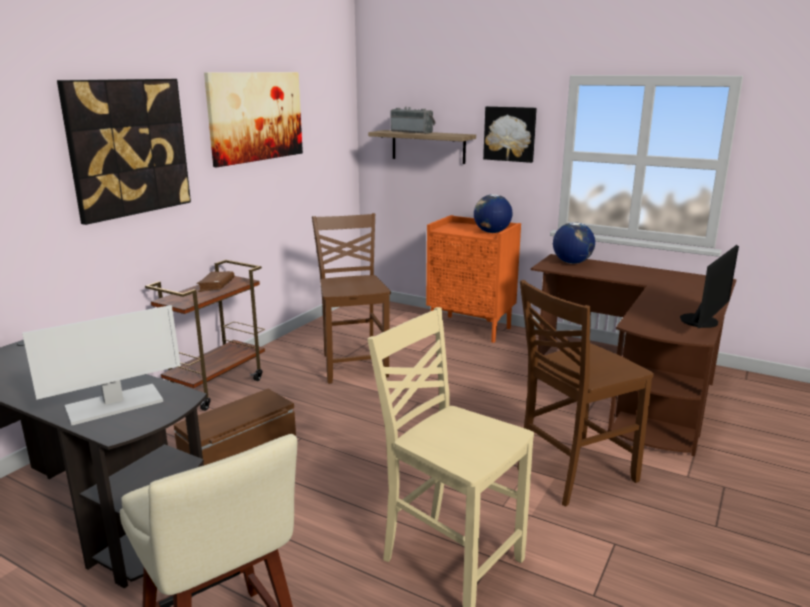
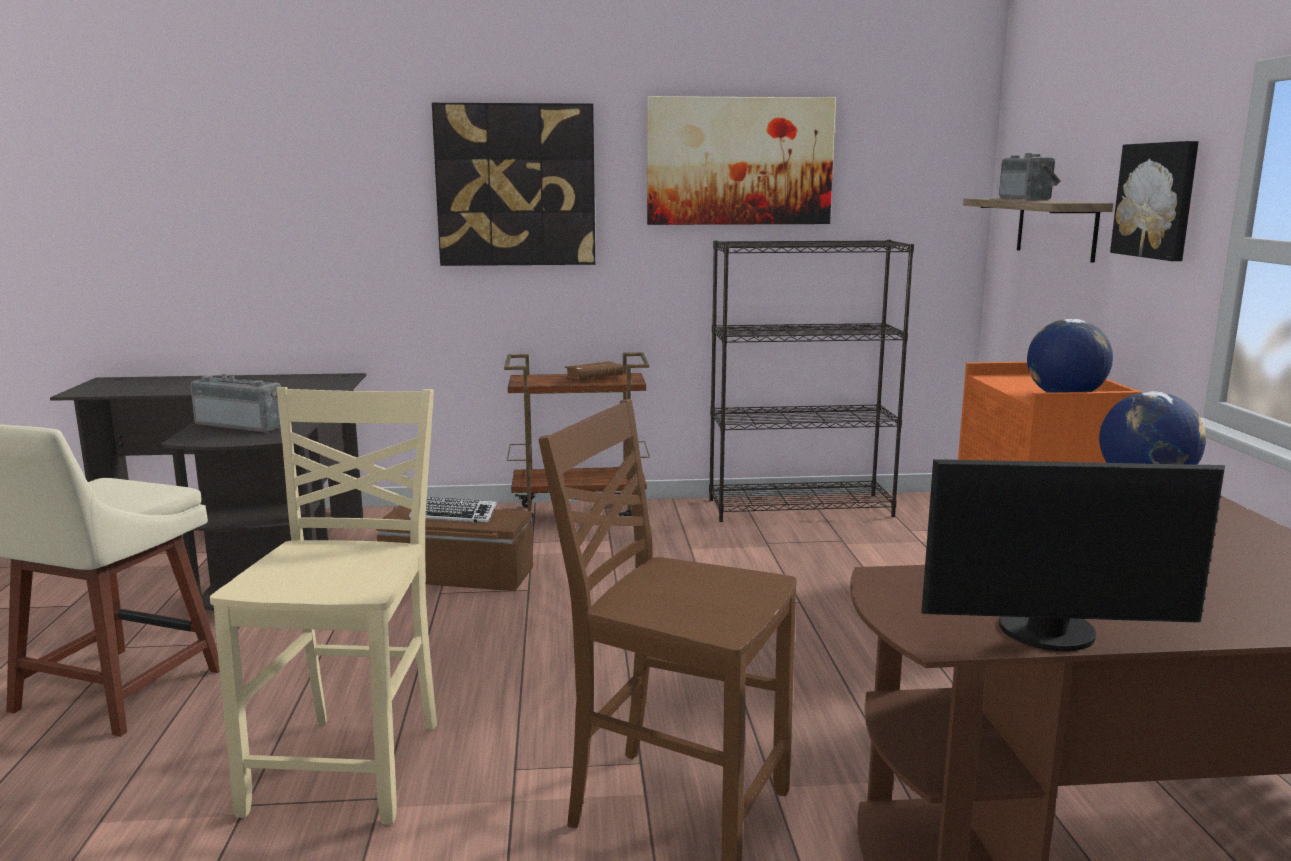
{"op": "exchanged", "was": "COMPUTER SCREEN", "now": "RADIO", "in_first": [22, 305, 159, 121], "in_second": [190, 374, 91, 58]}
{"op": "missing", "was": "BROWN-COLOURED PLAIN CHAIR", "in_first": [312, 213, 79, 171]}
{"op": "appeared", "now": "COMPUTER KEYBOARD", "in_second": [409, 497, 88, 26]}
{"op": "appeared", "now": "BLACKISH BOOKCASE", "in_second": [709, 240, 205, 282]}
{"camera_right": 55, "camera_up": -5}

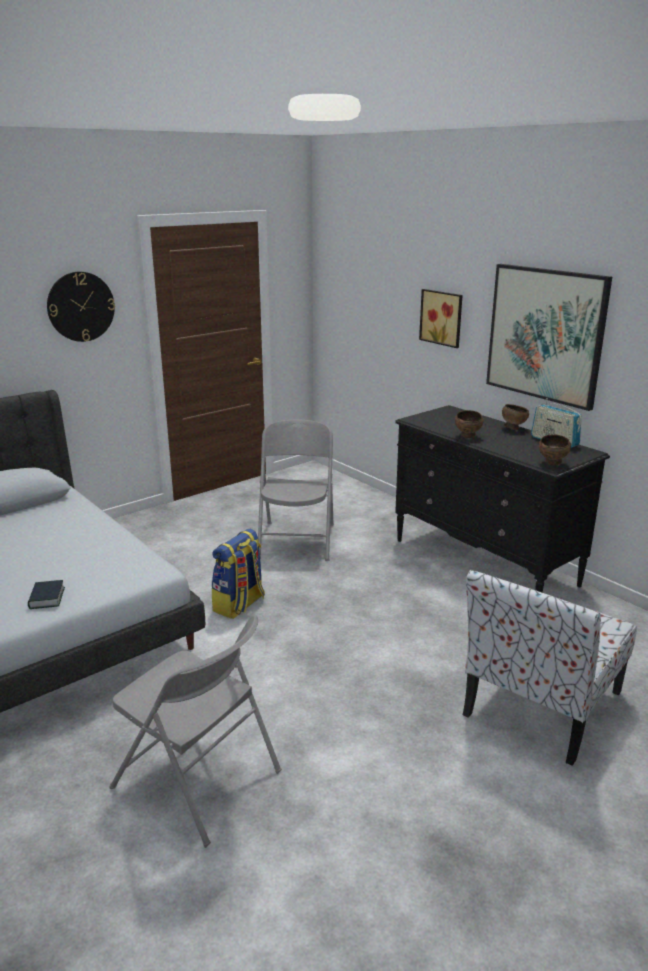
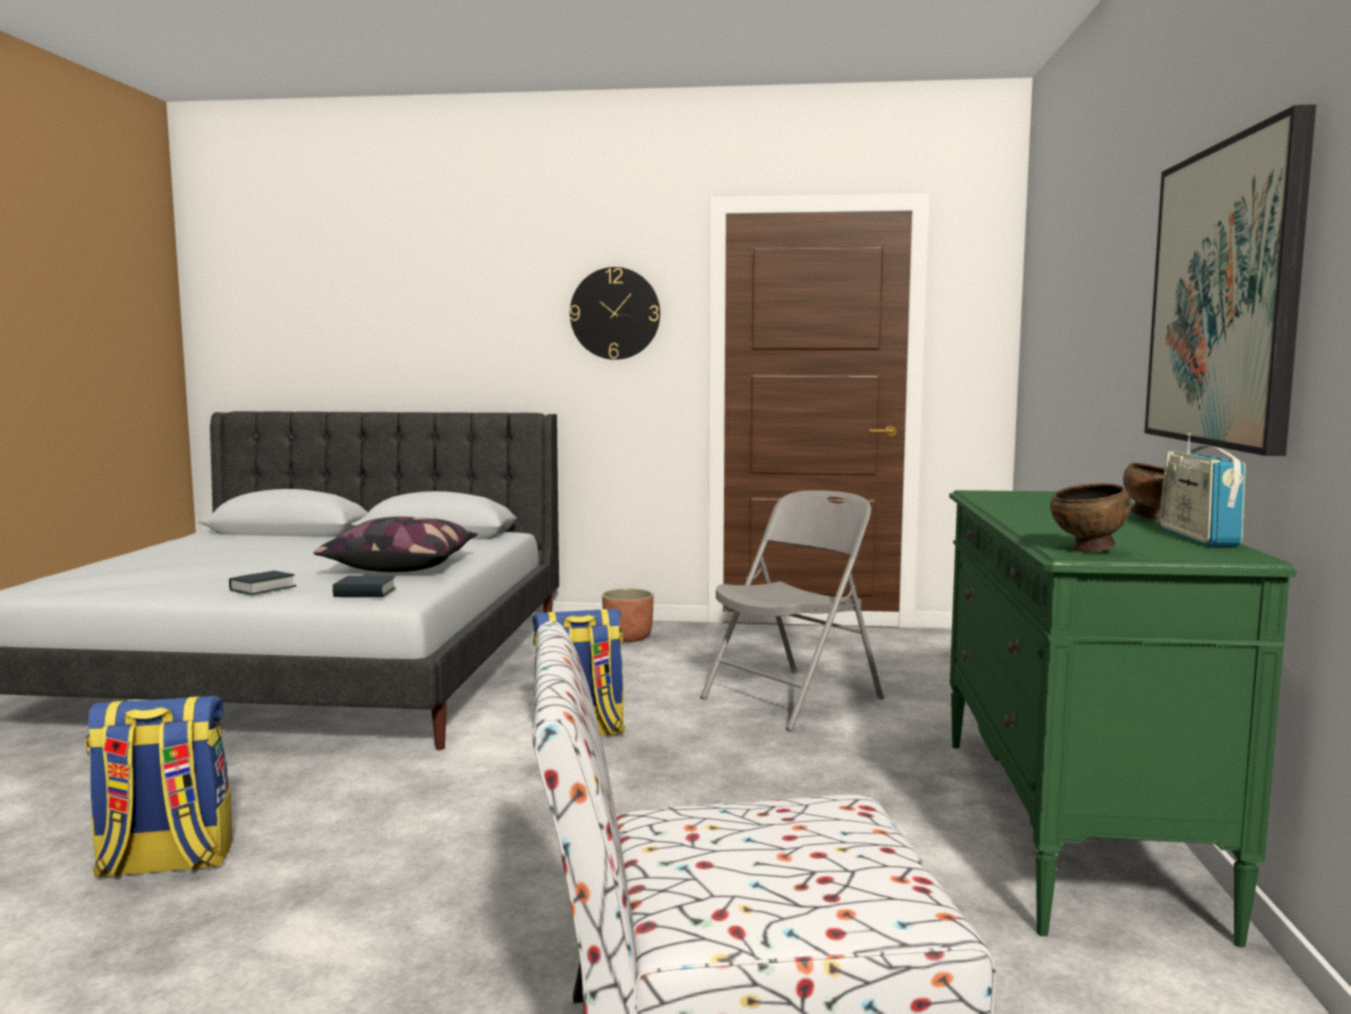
{"op": "exchanged", "was": "GREYISH PLAIN CHAIR", "now": "RUCKSACK", "in_first": [109, 615, 173, 233], "in_second": [85, 696, 147, 182]}
{"op": "colour", "was": "BLACKISH DRAWER CHEST", "now": "GREEN-COLOURED DRAWER CHEST", "in_first": [395, 405, 215, 187], "in_second": [949, 490, 348, 457]}
{"op": "missing", "was": "WALL ART", "in_first": [419, 289, 44, 59]}
{"op": "missing", "was": "BROWN-COLOURED BOWL", "in_first": [455, 410, 29, 28]}
{"op": "appeared", "now": "PILLOW", "in_second": [313, 516, 165, 56]}
{"op": "appeared", "now": "BOUND BOOK", "in_second": [332, 576, 64, 21]}
{"op": "appeared", "now": "PLANT POT", "in_second": [602, 588, 52, 54]}
{"camera_right": 45, "camera_up": -15}

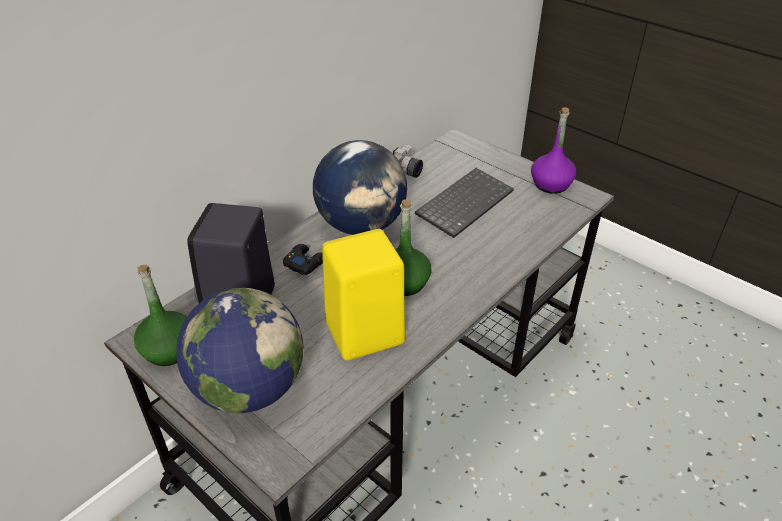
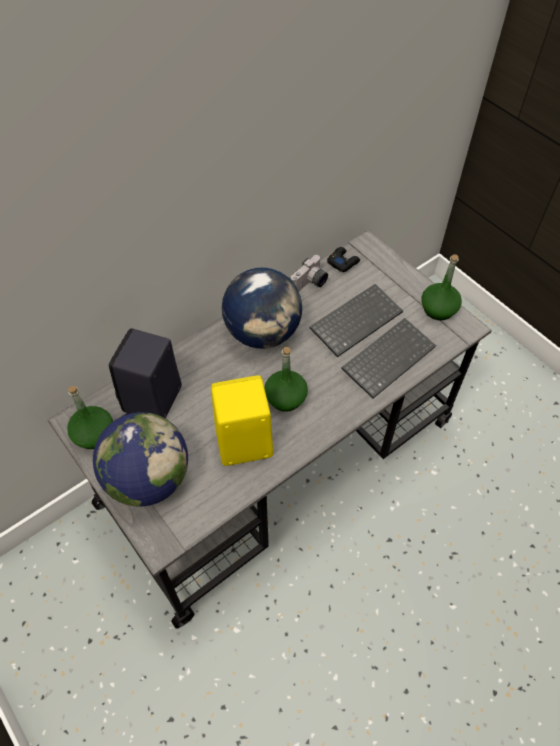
{"op": "relocated", "was": "BLACKISH GAME CONTROLLER", "in_first": [283, 244, 40, 31], "in_second": [327, 247, 33, 25]}
{"op": "colour", "was": "PURPLISH DRINK BOTTLE", "now": "GREEN-COLOURED DRINK BOTTLE", "in_first": [531, 107, 45, 87], "in_second": [421, 254, 41, 67]}
{"op": "appeared", "now": "COMPUTER KEYBOARD", "in_second": [341, 318, 95, 80]}
{"camera_right": 10, "camera_up": 15}

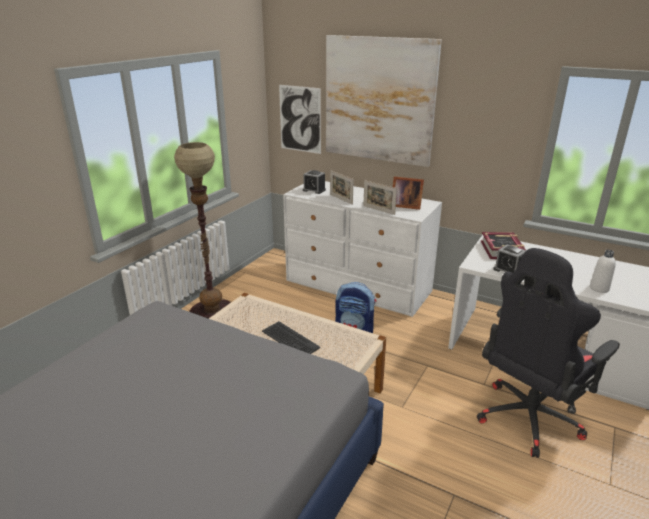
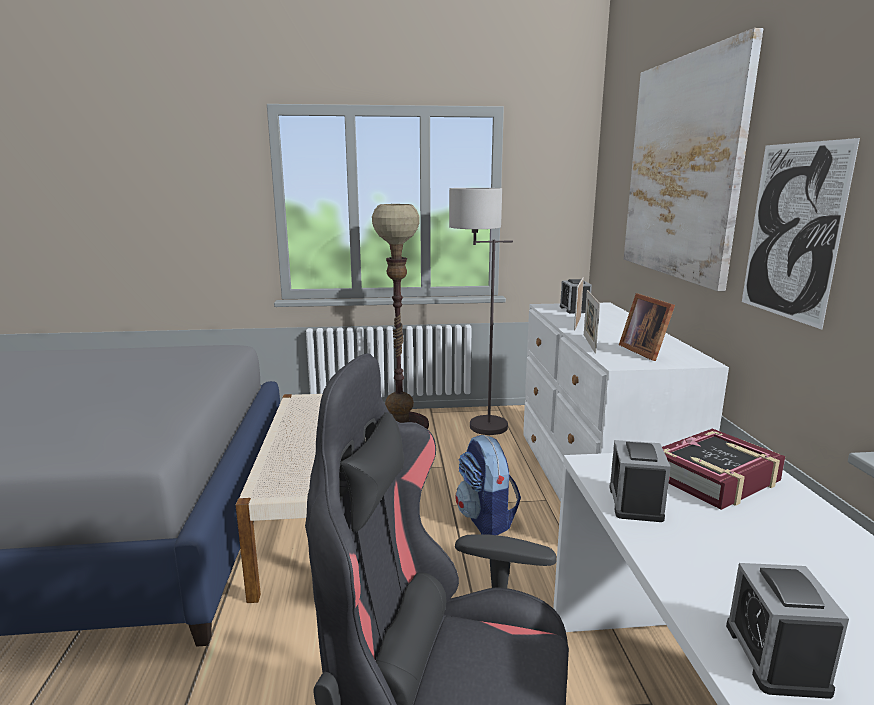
{"op": "missing", "was": "COMPUTER KEYBOARD", "in_first": [262, 321, 58, 33]}
{"op": "relocated", "was": "WALL ART", "in_first": [279, 85, 42, 69], "in_second": [742, 138, 118, 192]}
{"op": "exchanged", "was": "WHITE-COLOURED DRINK BOTTLE", "now": "TABLE CLOCK", "in_first": [590, 250, 26, 43], "in_second": [726, 563, 123, 136]}
{"op": "appeared", "now": "GREYISH STANDARD LAMP", "in_second": [449, 188, 64, 247]}
{"camera_right": 55, "camera_up": -10}

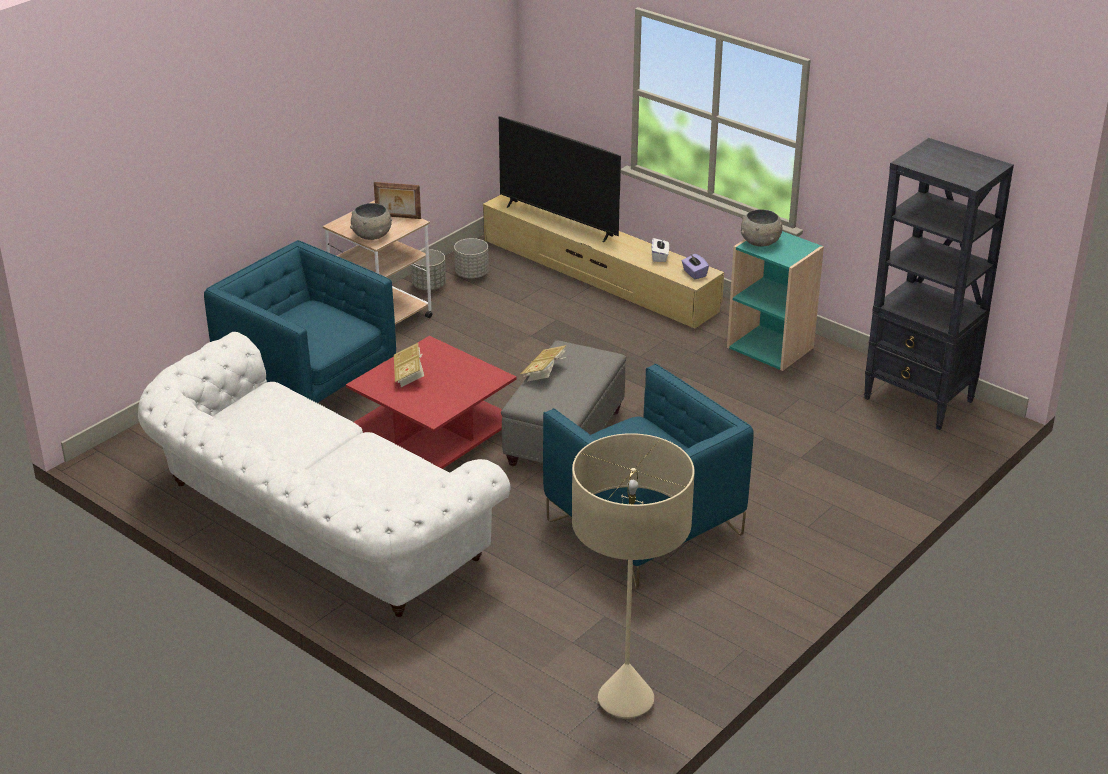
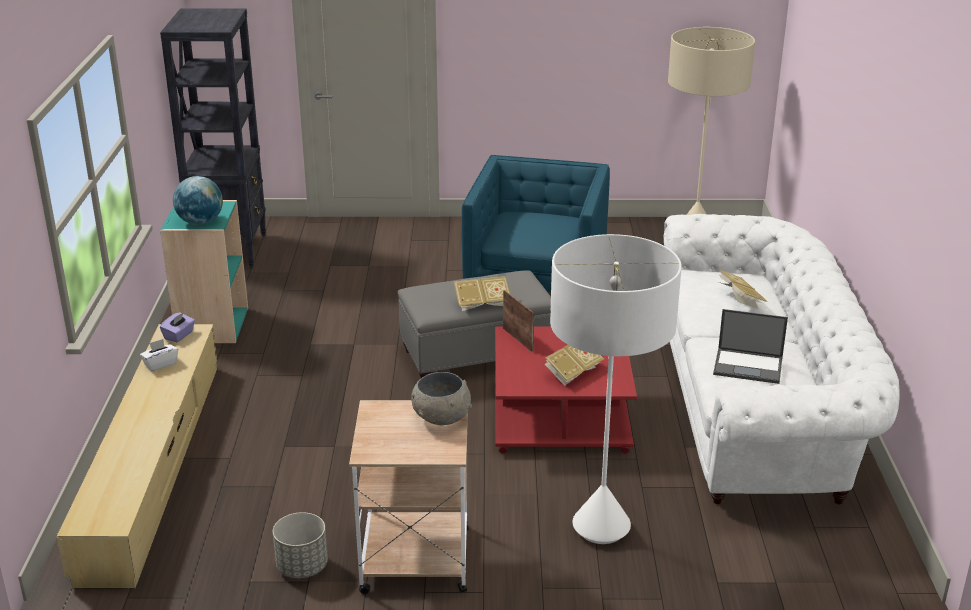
{"op": "exchanged", "was": "BLUE-COLOURED LOUNGE CHAIR", "now": "WHITE-COLOURED STANDARD LAMP", "in_first": [204, 240, 192, 163], "in_second": [550, 234, 132, 310]}
{"op": "relocated", "was": "PICTURE FRAME", "in_first": [374, 182, 47, 37], "in_second": [503, 290, 31, 62]}
{"op": "missing", "was": "GREYISH PLANT POT", "in_first": [454, 238, 35, 40]}
{"op": "missing", "was": "TV", "in_first": [499, 116, 122, 126]}
{"op": "exchanged", "was": "GREYISH BOWL", "now": "DESK GLOBE", "in_first": [741, 209, 41, 38], "in_second": [173, 176, 50, 49]}
{"op": "appeared", "now": "PORTABLE COMPUTER", "in_second": [713, 309, 75, 75]}
{"op": "appeared", "now": "BOUND BOOK", "in_second": [719, 270, 49, 39]}
{"camera_right": -130, "camera_up": -5}

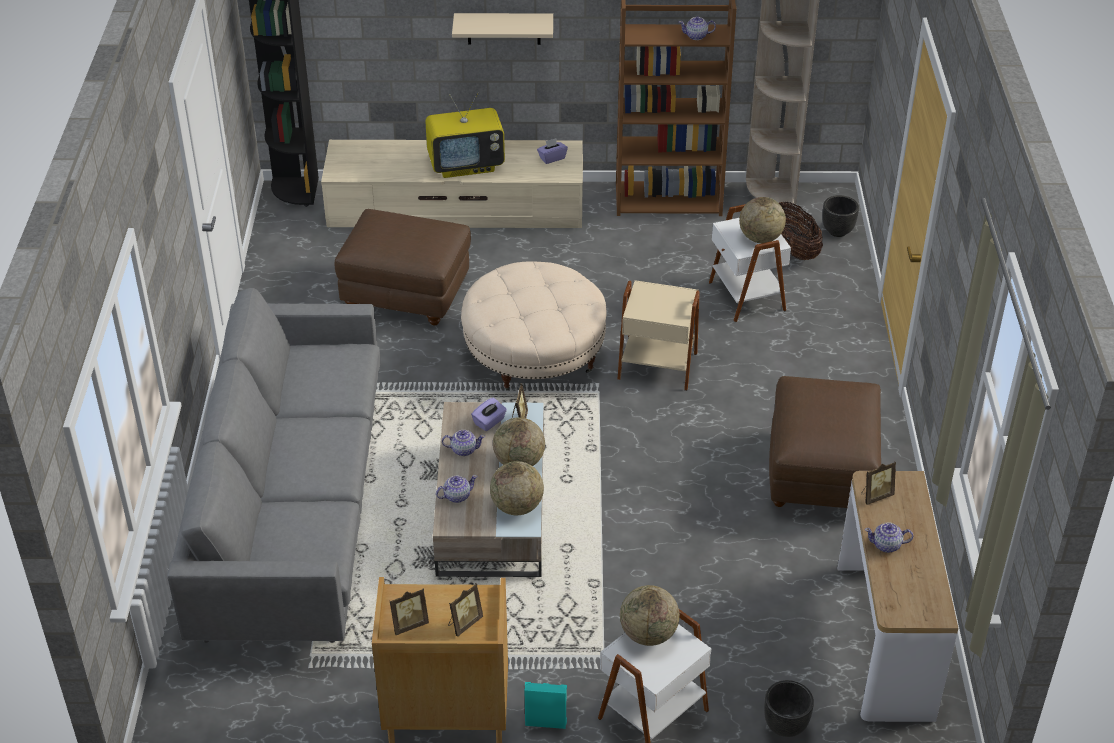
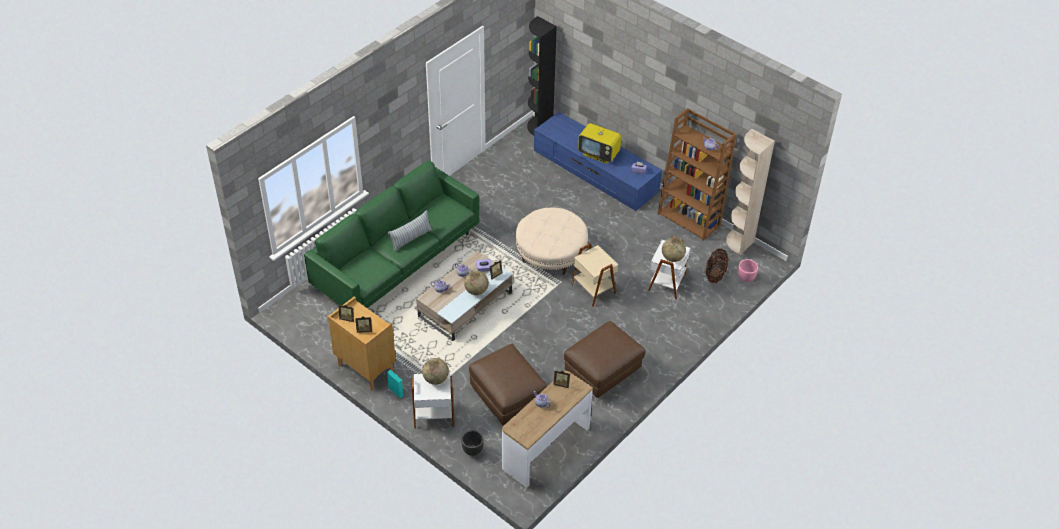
{"op": "colour", "was": "GREYISH SOFA", "now": "GREEN-COLOURED SOFA", "in_first": [167, 288, 214, 355], "in_second": [304, 161, 175, 147]}
{"op": "colour", "was": "BEIGE-COLOURED MEDIA CONSOLE", "now": "BLUE-COLOURED MEDIA CONSOLE", "in_first": [321, 140, 262, 88], "in_second": [534, 112, 128, 99]}
{"op": "relocated", "was": "BROWN-COLOURED FOOTREST", "in_first": [335, 209, 136, 116], "in_second": [469, 344, 78, 81]}
{"op": "missing", "was": "BEIGE-COLOURED WALL SHELF", "in_first": [452, 13, 101, 32]}
{"op": "missing", "was": "DESK GLOBE", "in_first": [490, 461, 54, 54]}
{"op": "colour", "was": "BLACKISH PLANT POT", "now": "PINK-COLOURED PLANT POT", "in_first": [822, 195, 37, 42], "in_second": [738, 259, 20, 23]}
{"op": "appeared", "now": "PILLOW", "in_second": [388, 210, 44, 42]}
{"camera_right": 40, "camera_up": 5}

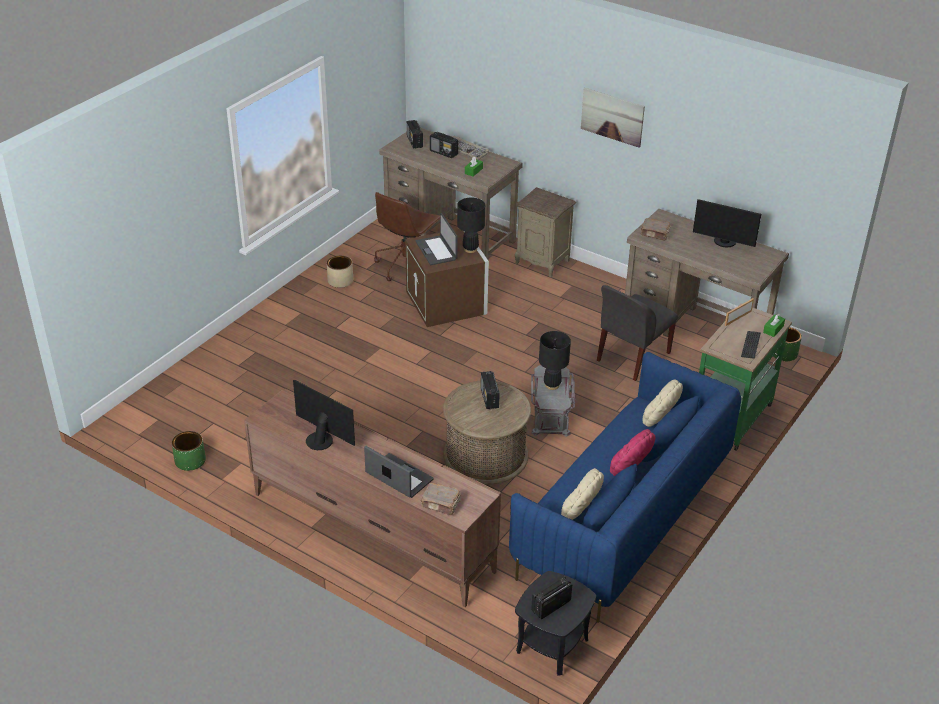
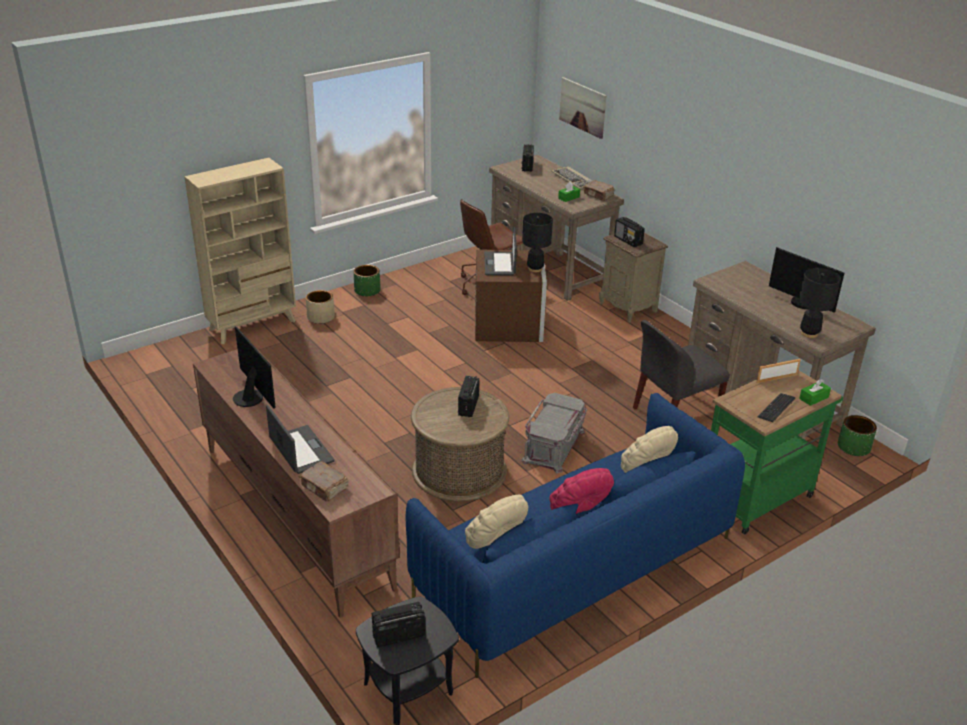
{"op": "relocated", "was": "GREEN-COLOURED PLANT POT", "in_first": [172, 431, 34, 40], "in_second": [354, 265, 27, 32]}
{"op": "relocated", "was": "BEIGE-COLOURED PLANT POT", "in_first": [327, 256, 26, 32], "in_second": [306, 290, 29, 34]}
{"op": "relocated", "was": "RADIO", "in_first": [430, 132, 28, 26], "in_second": [614, 217, 31, 30]}
{"op": "relocated", "was": "BLACKISH TABLE LAMP", "in_first": [539, 331, 32, 59], "in_second": [799, 268, 42, 70]}
{"op": "relocated", "was": "WALL ART", "in_first": [581, 88, 64, 60], "in_second": [559, 77, 47, 62]}
{"op": "relocated", "was": "BROWN-COLOURED BOUND BOOK", "in_first": [641, 218, 30, 23], "in_second": [583, 180, 32, 21]}
{"op": "appeared", "now": "BEIGE-COLOURED BOOKCASE", "in_second": [184, 157, 112, 187]}
{"camera_right": 20, "camera_up": -5}

